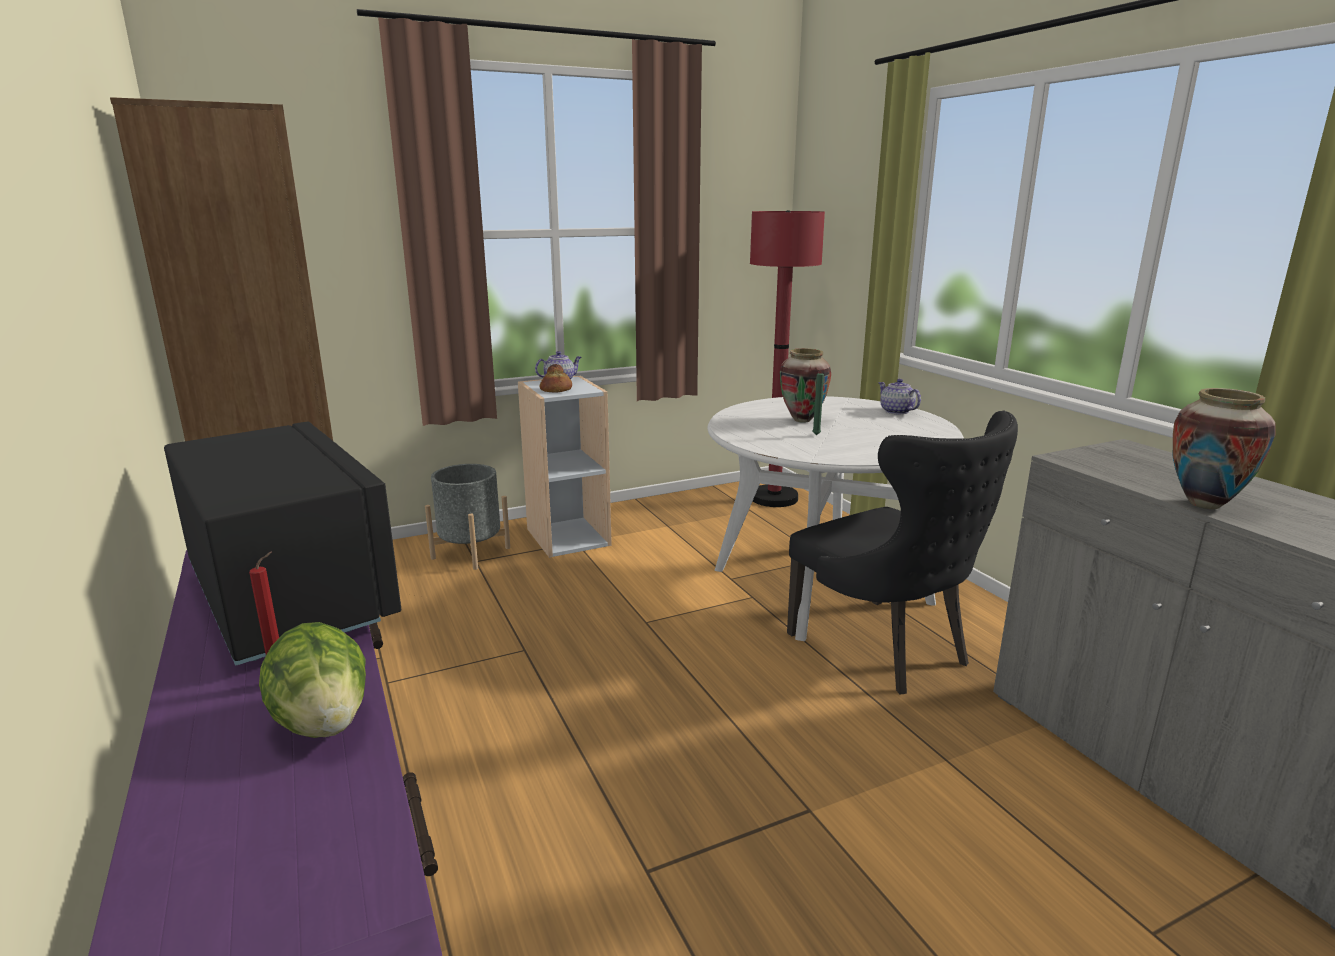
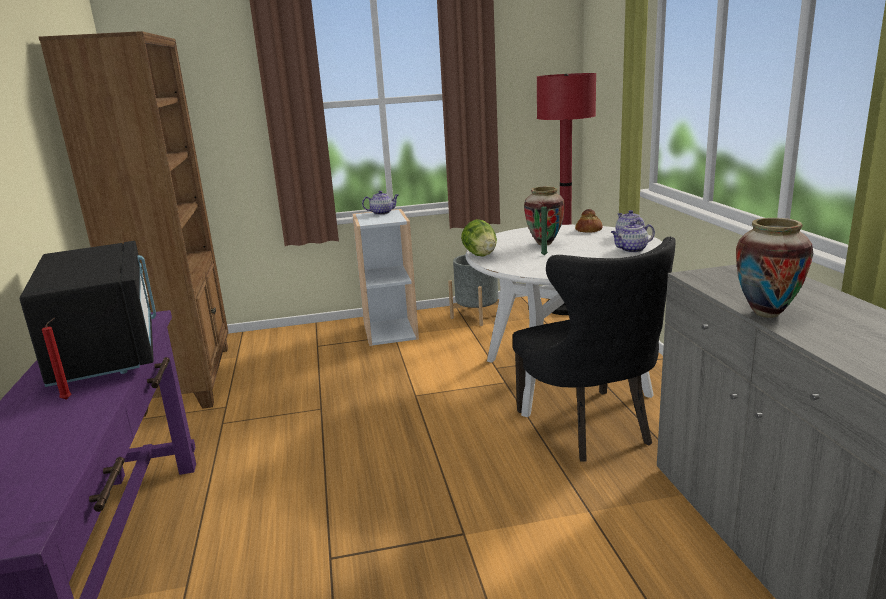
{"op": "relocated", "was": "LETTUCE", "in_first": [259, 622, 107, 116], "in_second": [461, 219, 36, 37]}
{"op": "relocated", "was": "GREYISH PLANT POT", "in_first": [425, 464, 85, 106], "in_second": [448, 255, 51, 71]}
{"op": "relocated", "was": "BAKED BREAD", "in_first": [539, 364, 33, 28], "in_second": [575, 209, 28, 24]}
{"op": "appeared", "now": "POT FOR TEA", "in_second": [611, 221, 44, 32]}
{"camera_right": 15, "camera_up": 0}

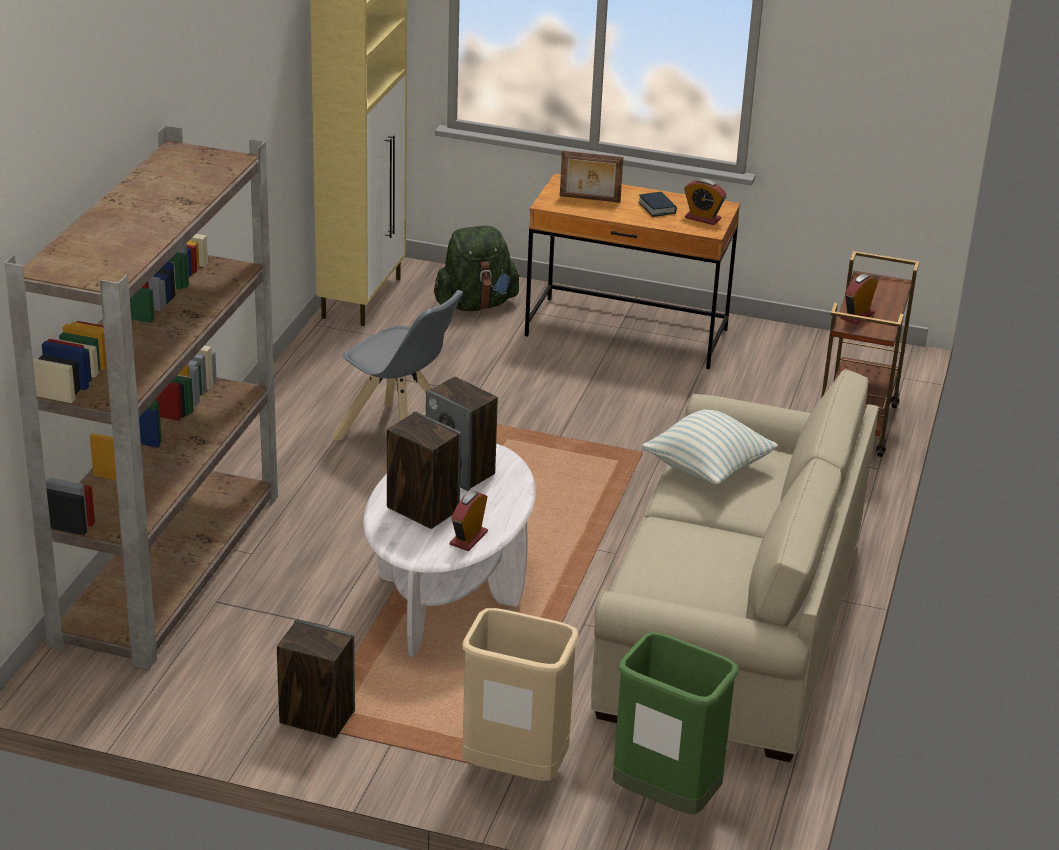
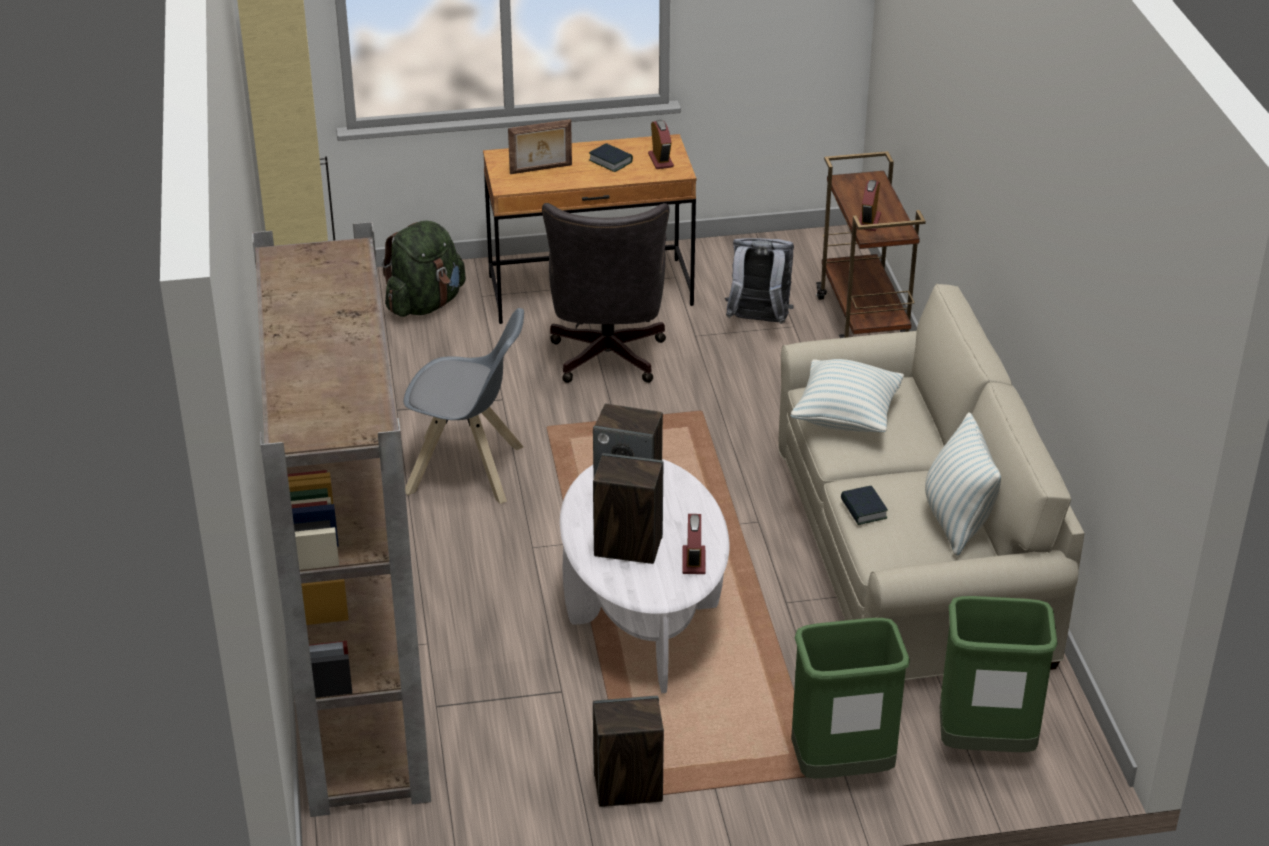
{"op": "colour", "was": "BEIGE-COLOURED RUBBISH BIN", "now": "GREEN-COLOURED RUBBISH BIN", "in_first": [462, 608, 117, 173], "in_second": [791, 618, 119, 161]}
{"op": "spun", "was": "TABLE CLOCK", "in_first": [684, 179, 43, 46], "in_second": [648, 120, 26, 49], "clockwise": -105}
{"op": "appeared", "now": "GREYISH DESK CHAIR", "in_second": [542, 203, 128, 180]}
{"op": "appeared", "now": "GREYISH RUCKSACK", "in_second": [725, 238, 69, 86]}
{"op": "appeared", "now": "BOUND BOOK", "in_second": [841, 486, 47, 39]}
{"op": "appeared", "now": "PILLOW", "in_second": [925, 412, 76, 144]}
{"camera_right": -25, "camera_up": 5}

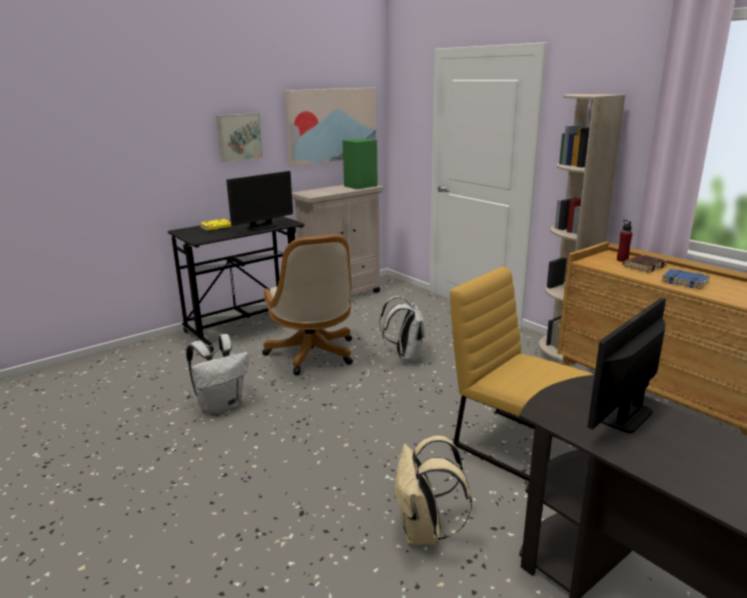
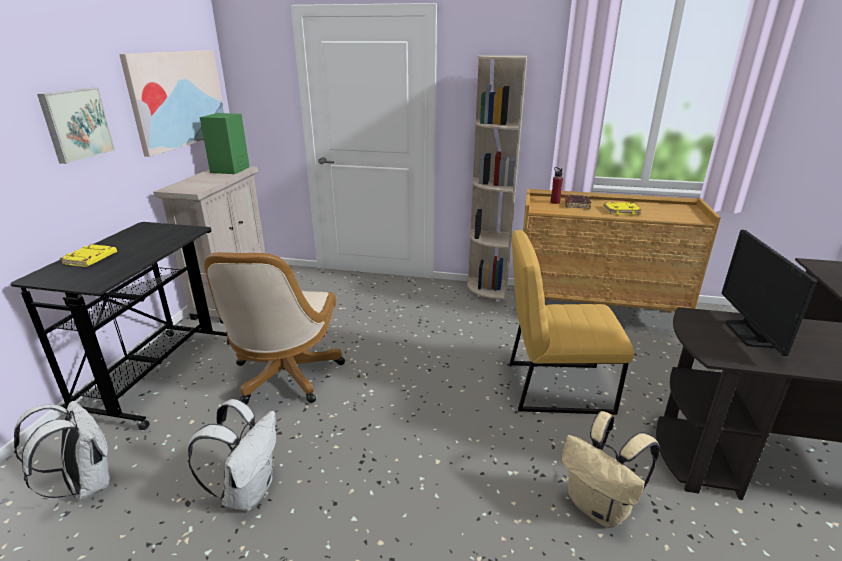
{"op": "missing", "was": "COMPUTER SCREEN", "in_first": [226, 171, 67, 60]}
{"op": "spun", "was": "DESK CHAIR", "in_first": [262, 234, 91, 141], "in_second": [204, 252, 141, 152], "clockwise": 60}
{"op": "relocated", "was": "WHITE-COLOURED RUCKSACK", "in_first": [379, 296, 47, 65], "in_second": [14, 401, 96, 100]}
{"op": "colour", "was": "BLUE-COLOURED BOUND BOOK", "now": "YELLOWISH BOUND BOOK", "in_first": [662, 269, 48, 20], "in_second": [603, 202, 38, 13]}
{"camera_right": -40, "camera_up": 5}

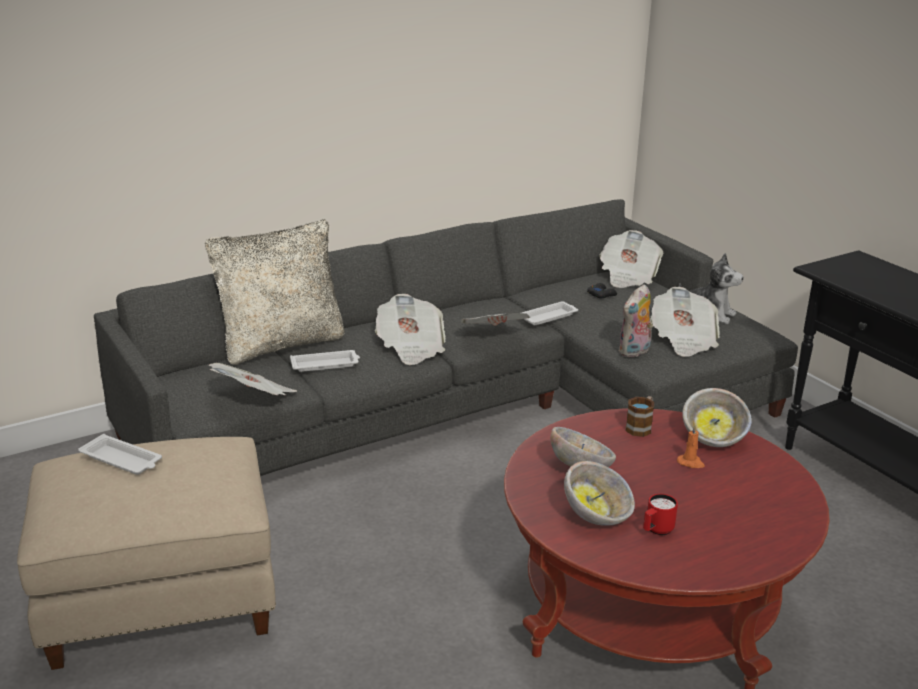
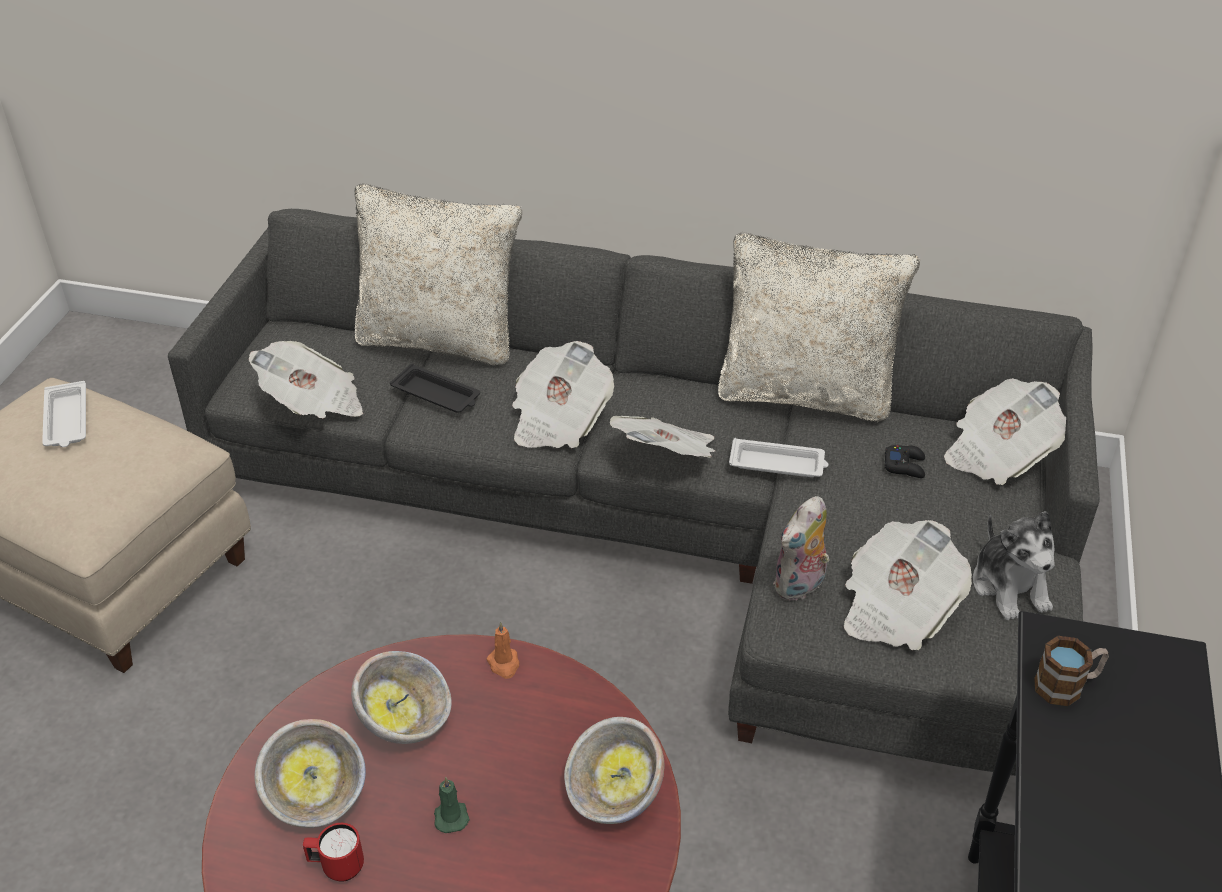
{"op": "colour", "was": "WHITE-COLOURED CARRYING TRAY", "now": "BLACKISH CARRYING TRAY", "in_first": [290, 350, 70, 22], "in_second": [390, 364, 90, 49]}
{"op": "spun", "was": "CUDDLY TOY", "in_first": [618, 284, 35, 73], "in_second": [773, 496, 57, 105], "clockwise": -45}
{"op": "relocated", "was": "TEA MUG", "in_first": [626, 396, 28, 41], "in_second": [1034, 636, 75, 70]}
{"op": "relocated", "was": "ORANGEY CANDLE", "in_first": [677, 425, 28, 43], "in_second": [487, 622, 32, 57]}
{"op": "appeared", "now": "GREEN-COLOURED CANDLE", "in_second": [434, 777, 36, 56]}
{"op": "appeared", "now": "BEIGE-COLOURED PILLOW", "in_second": [718, 232, 202, 190]}
{"camera_right": 45, "camera_up": 15}

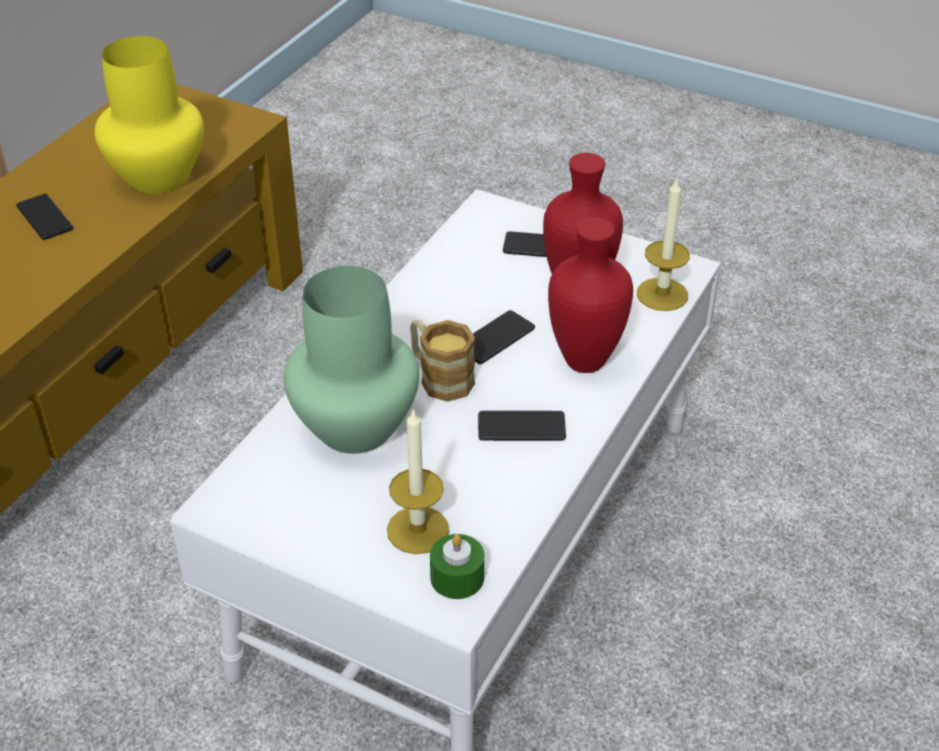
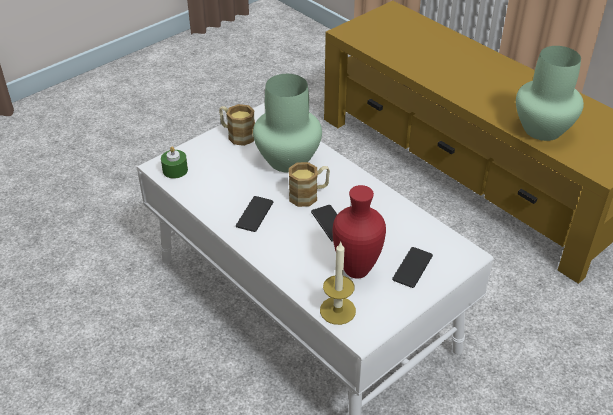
{"op": "missing", "was": "HANDSET", "in_first": [16, 194, 57, 46]}
{"op": "colour", "was": "YELLOWISH VASE", "now": "GREEN-COLOURED VASE", "in_first": [94, 36, 110, 158], "in_second": [516, 46, 68, 95]}
{"op": "missing", "was": "CANDLE", "in_first": [387, 408, 62, 146]}
{"op": "missing", "was": "RED-COLOURED VASE", "in_first": [548, 217, 85, 156]}
{"op": "appeared", "now": "TEA MUG", "in_second": [219, 104, 36, 42]}
{"camera_right": 110, "camera_up": 0}

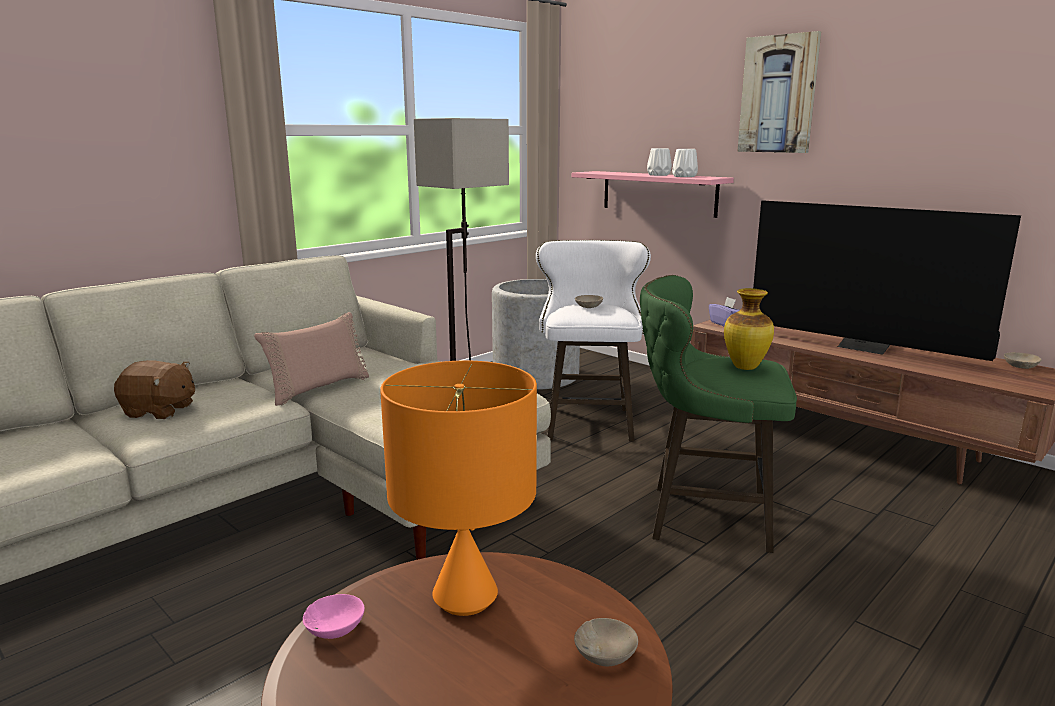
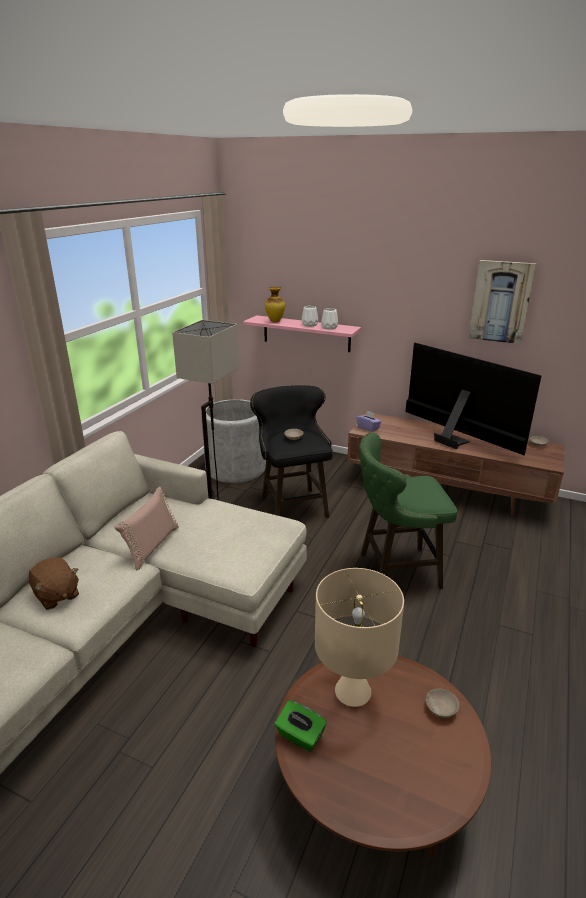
{"op": "spun", "was": "BROWN-COLOURED CUDDLY TOY", "in_first": [114, 360, 81, 59], "in_second": [29, 557, 50, 53], "clockwise": 60}
{"op": "exchanged", "was": "PINK-COLOURED BOWL", "now": "GREEN-COLOURED TISSUE HOLDER", "in_first": [303, 594, 62, 45], "in_second": [275, 700, 52, 52]}
{"op": "colour", "was": "ORANGEY TABLE LAMP", "now": "BEIGE-COLOURED TABLE LAMP", "in_first": [380, 361, 157, 255], "in_second": [315, 568, 89, 139]}
{"op": "colour", "was": "WHITE-COLOURED STOOL SEAT", "now": "BLACKISH STOOL SEAT", "in_first": [536, 240, 115, 201], "in_second": [250, 385, 83, 133]}
{"op": "relocated", "was": "VASE", "in_first": [724, 288, 50, 82], "in_second": [265, 287, 20, 35]}
{"op": "relocated", "was": "WALL ART", "in_first": [737, 31, 84, 122], "in_second": [468, 260, 68, 84]}
{"op": "spun", "was": "TV", "in_first": [753, 200, 268, 161], "in_second": [405, 343, 137, 112], "clockwise": -150}
{"camera_right": -20, "camera_up": 10}

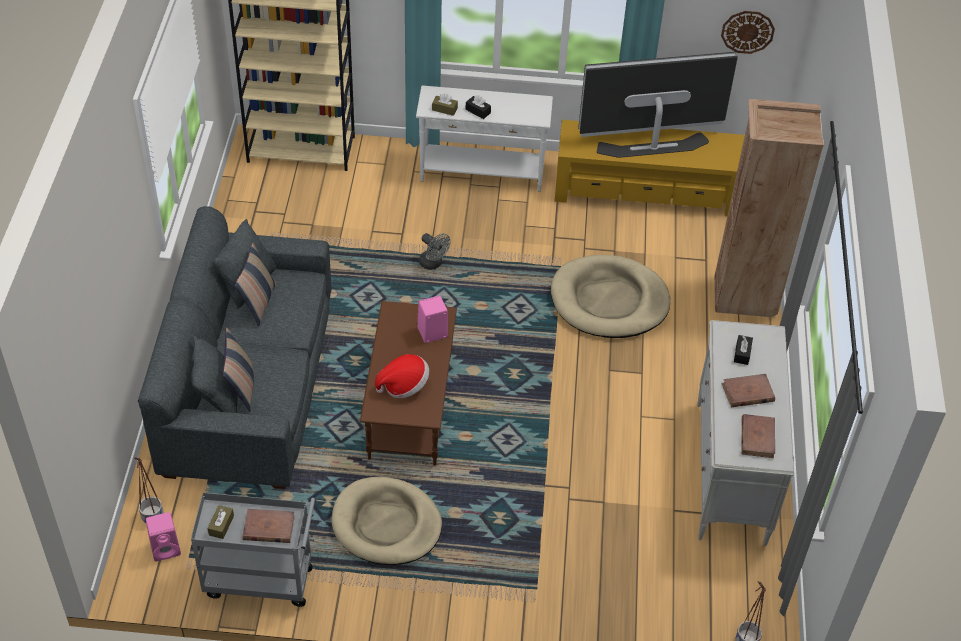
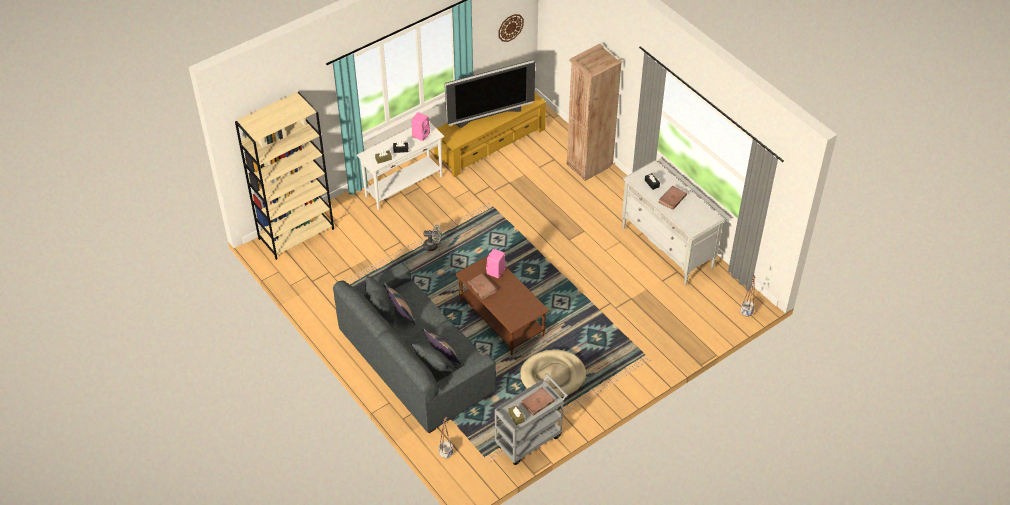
{"op": "relocated", "was": "PINK-COLOURED LOUDSPEAKER", "in_first": [146, 512, 35, 49], "in_second": [411, 112, 19, 29]}
{"op": "missing", "was": "HAT", "in_first": [375, 354, 54, 44]}
{"op": "missing", "was": "BEIGE-COLOURED DOG CUSHION", "in_first": [551, 255, 119, 83]}
{"op": "spun", "was": "TV", "in_first": [578, 52, 160, 106], "in_second": [445, 60, 90, 68], "clockwise": -150}
{"op": "relocated", "was": "BROWN-COLOURED BOUND BOOK", "in_first": [741, 414, 34, 44], "in_second": [467, 274, 30, 25]}
{"camera_right": -40, "camera_up": 0}

